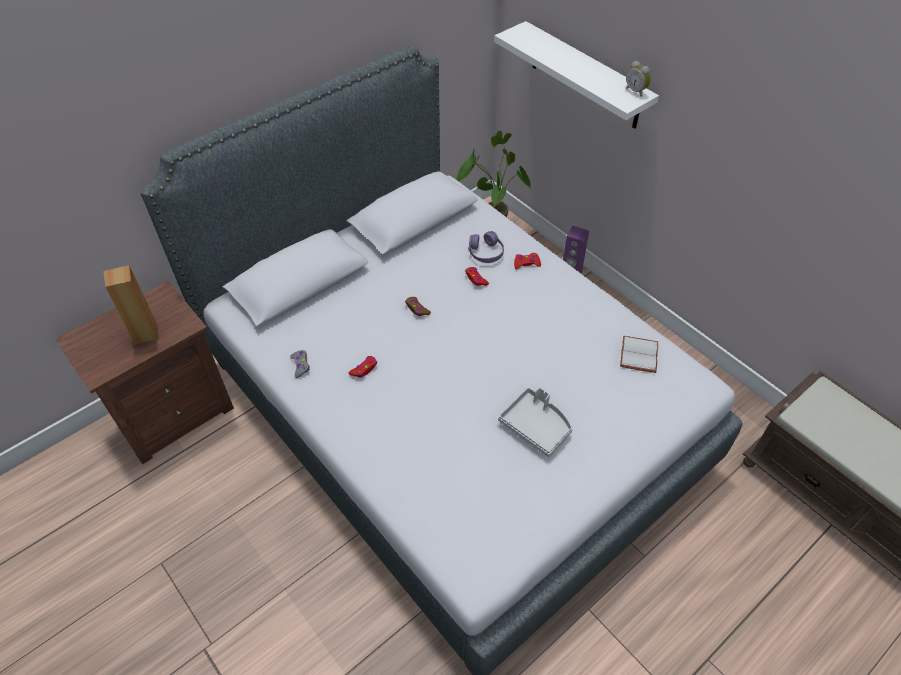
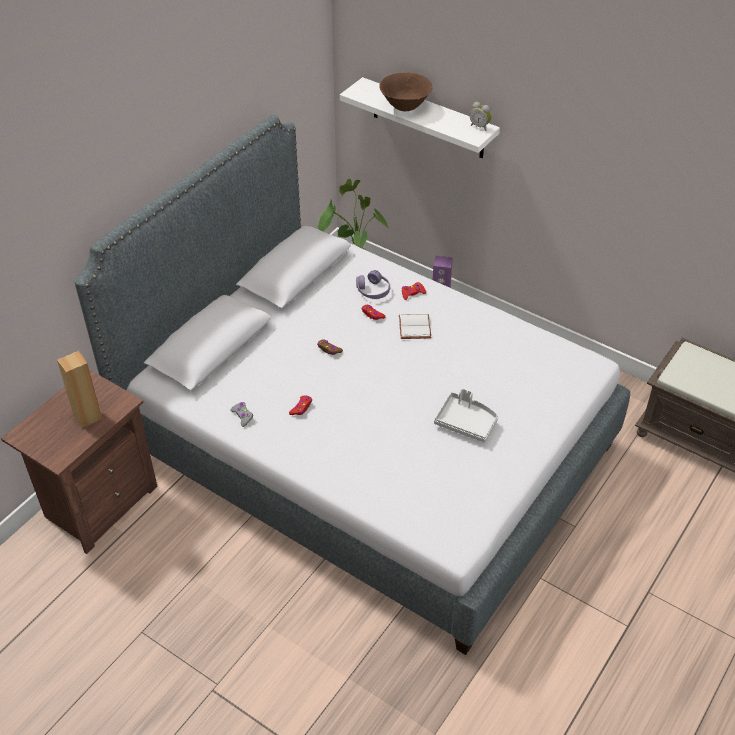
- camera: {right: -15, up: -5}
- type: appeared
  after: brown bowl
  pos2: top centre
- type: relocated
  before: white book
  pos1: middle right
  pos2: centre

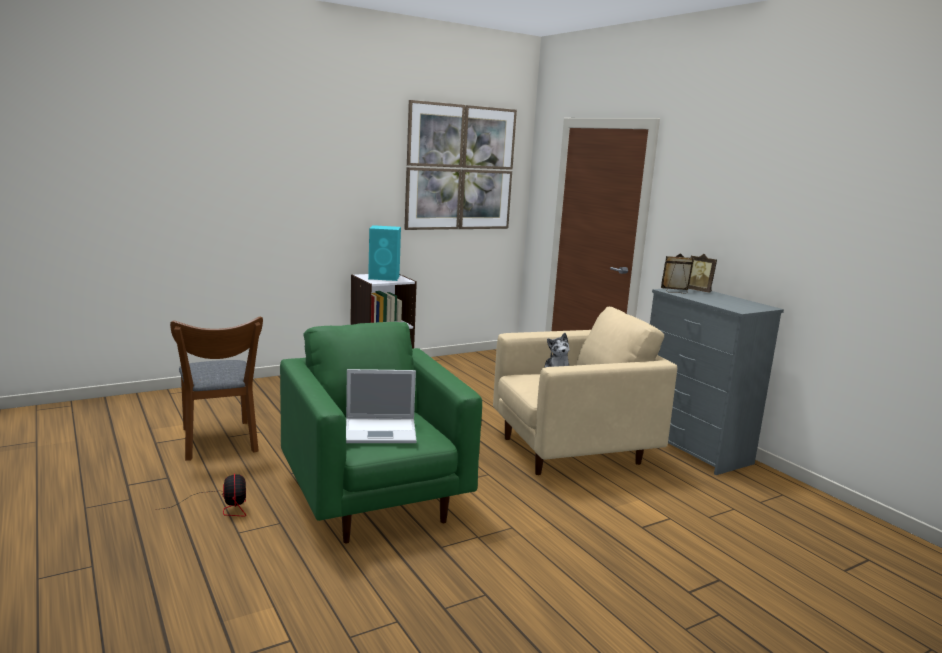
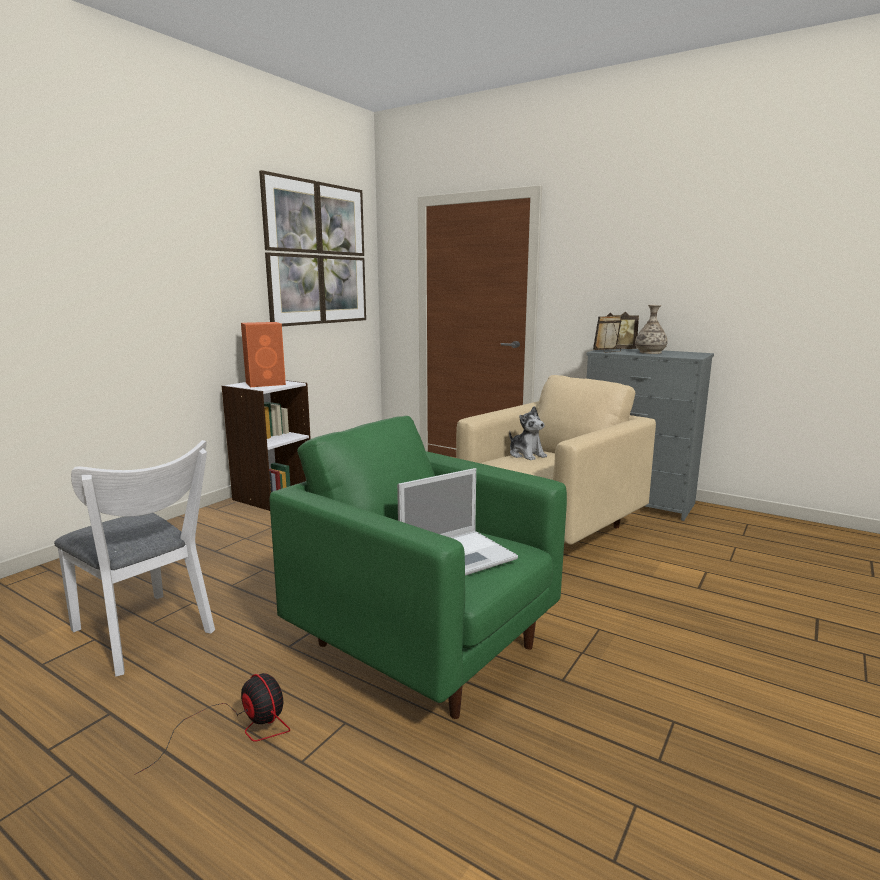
- camera: {right: -25, up: 0}
- type: appeared
  after: vase
  pos2: middle right
- type: colour
  before: brown chair
  after: white chair
  pos1: middle left
  pos2: middle left
- type: colour
  before: turquoise speaker
  after: orange speaker
  pos1: centre
  pos2: middle left

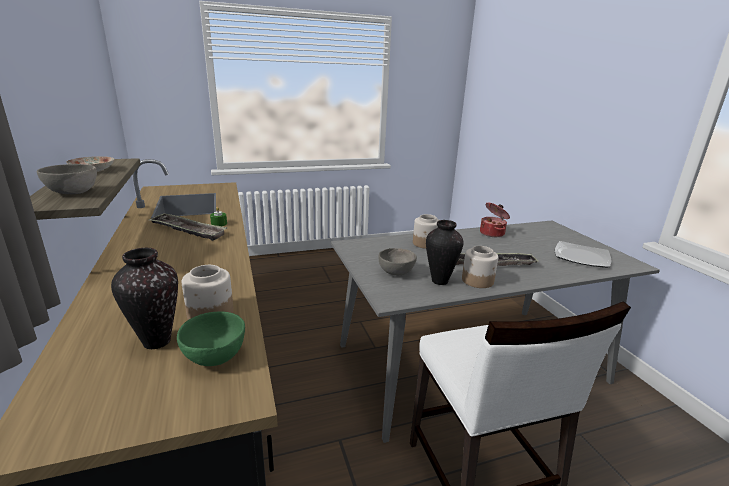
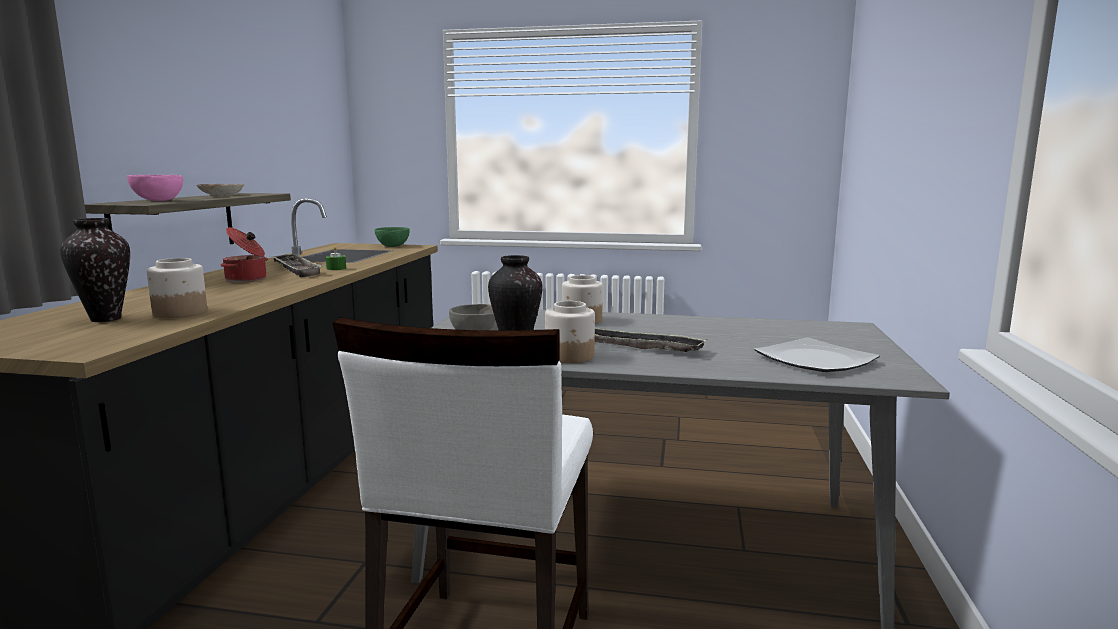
- camera: {right: 30, up: -10}
- type: relocated
  before: green bowl
  pos1: bottom left
  pos2: centre
- type: relocated
  before: cooking pot
  pos1: middle right
  pos2: middle left
- type: colour
  before: grey bowl (no. 1 from left)
  after: pink bowl
  pos1: middle left
  pos2: top left

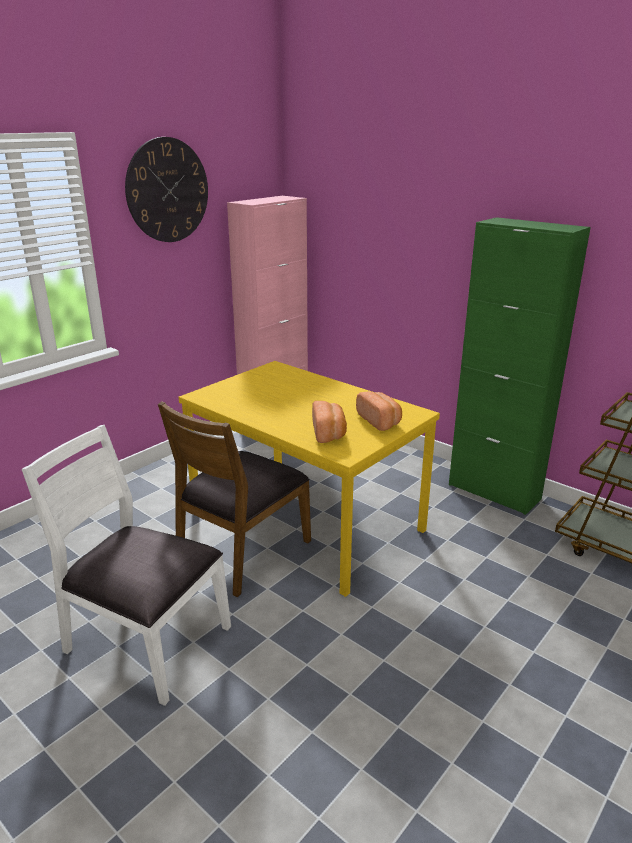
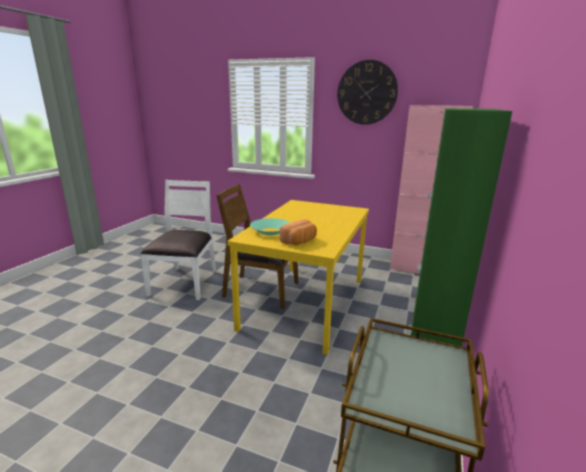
- camera: {right: 70, up: -5}
- type: exchanged
  before: bread (no. 1 from left)
  after: turquoise bowl
  pos1: centre
  pos2: centre

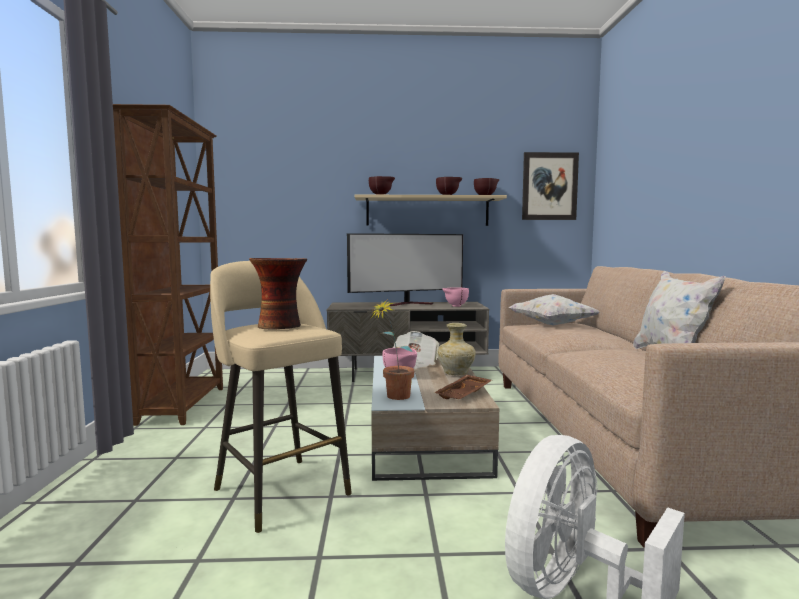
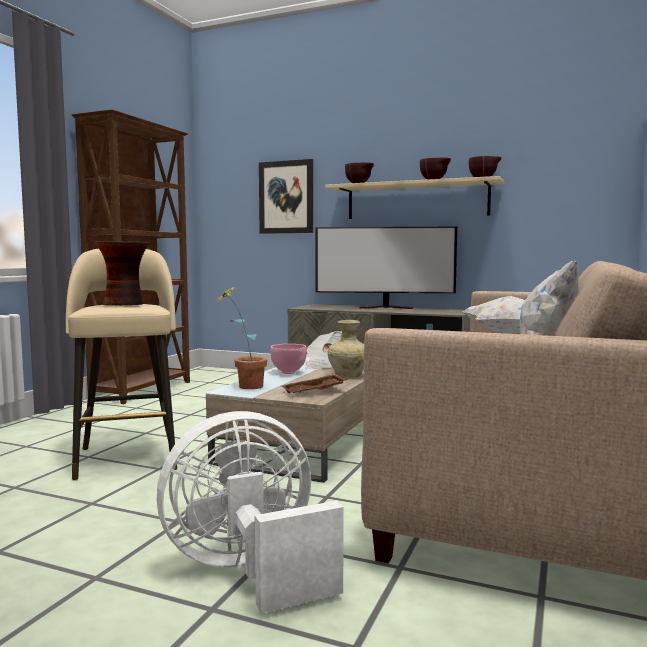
- camera: {right: 25, up: 0}
- type: missing
  before: pink bowl (no. 2 from left)
  pos1: centre
- type: relocated
  before: picture
  pos1: top right
  pos2: top centre

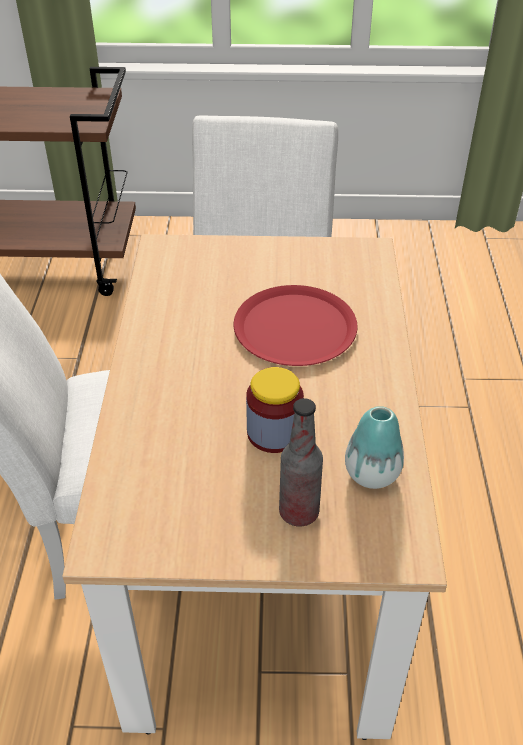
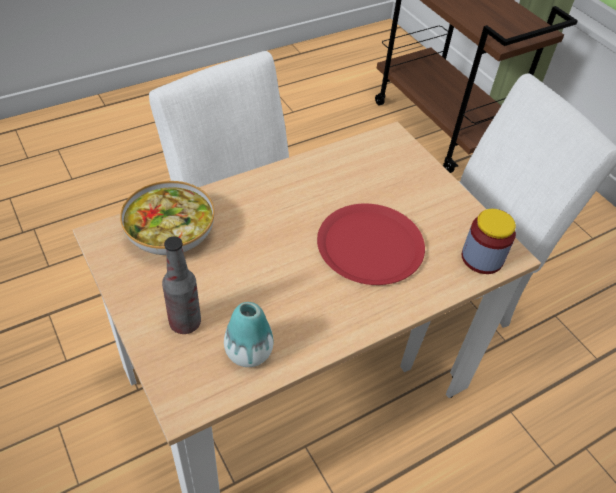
- camera: {right: 55, up: 5}
- type: appeared
  after: bowl
  pos2: middle left
- type: relocated
  before: jar
  pos1: centre
  pos2: middle right

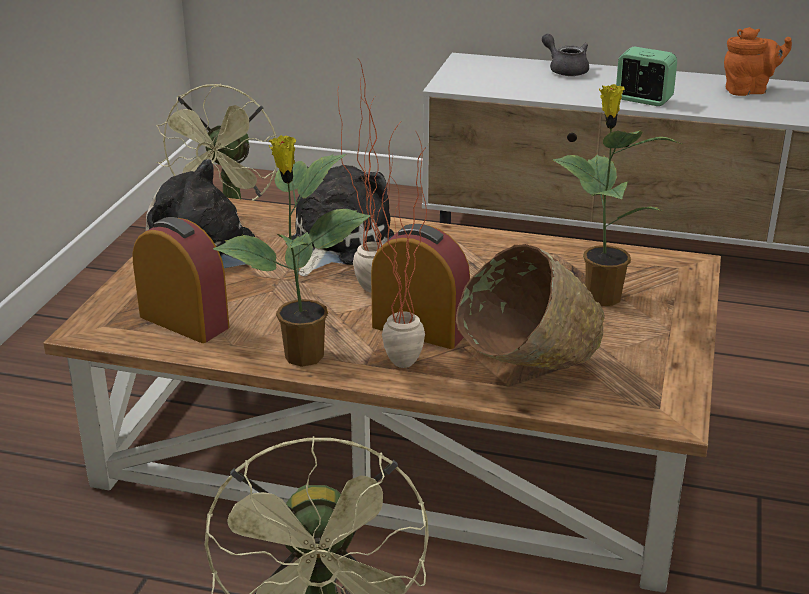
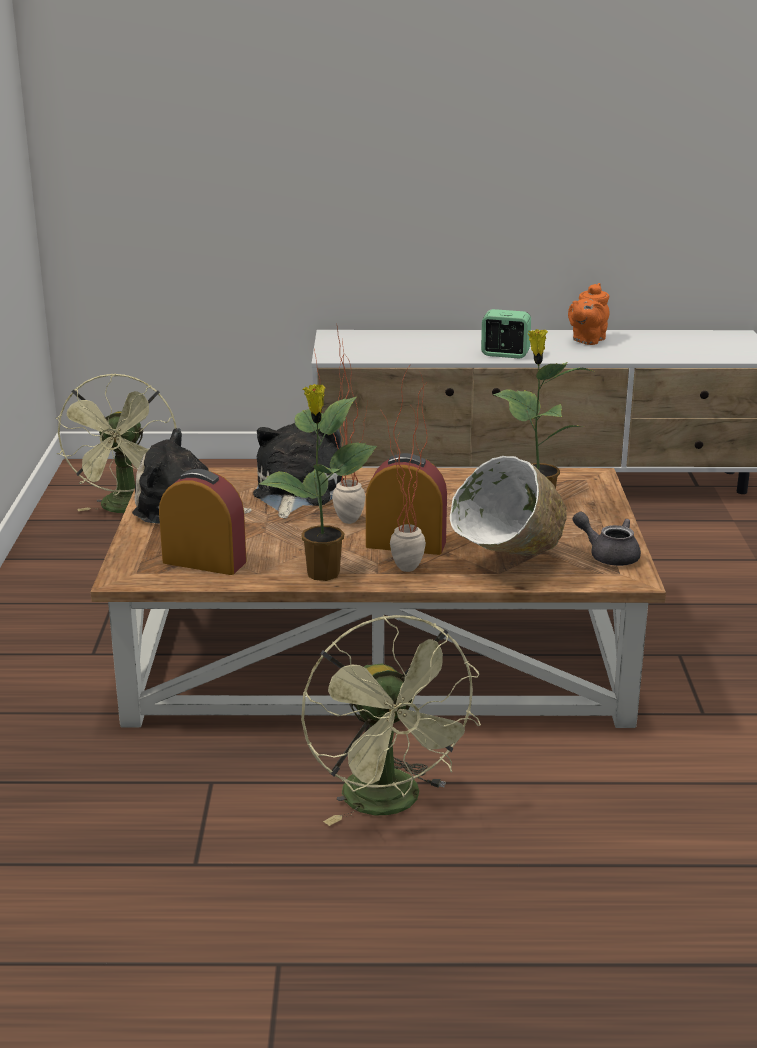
- camera: {right: -15, up: -5}
- type: relocated
  before: grey teapot
  pos1: top right
  pos2: middle right
- type: colour
  before: brown bowl
  after: white bowl
  pos1: centre
  pos2: middle right
- type: spun
  before: orange teapot
  pos1: top right
  pos2: top right
  turn: 150

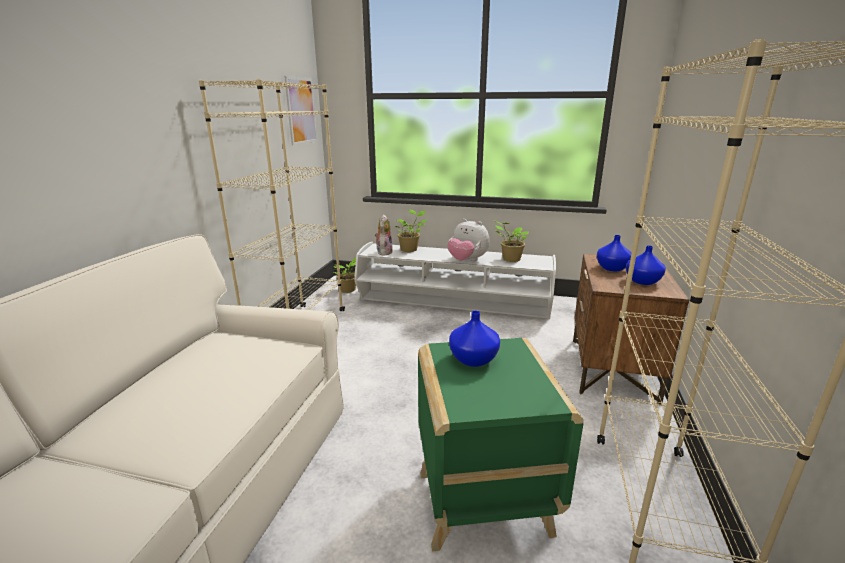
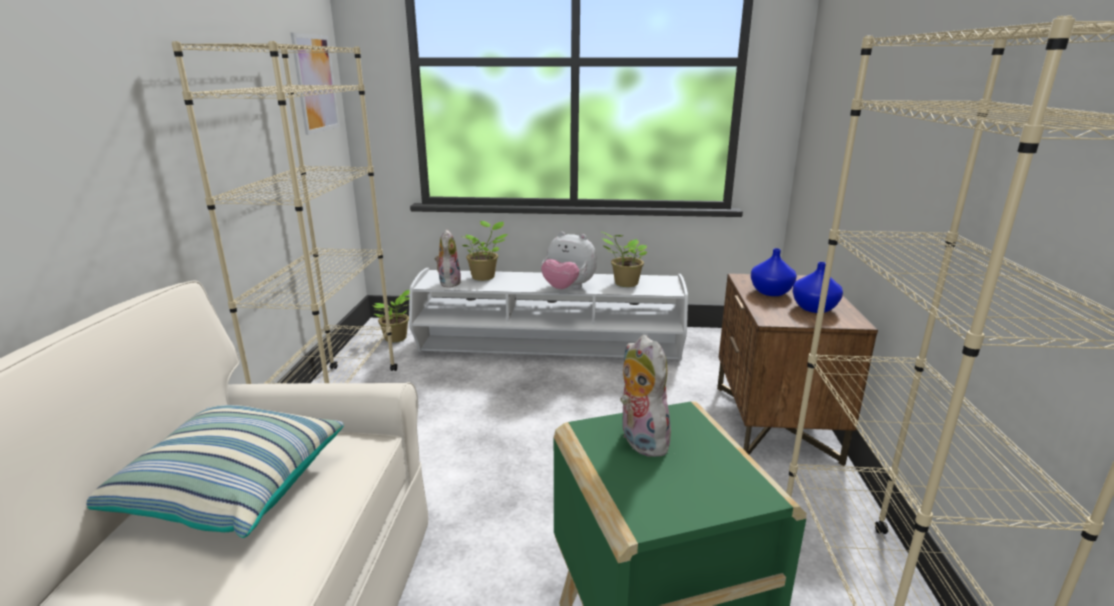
- camera: {right: -10, up: 0}
- type: appeared
  after: pillow
  pos2: bottom left
- type: exchanged
  before: blue vase (no. 1 from left)
  after: plush toy (no. 3 from left)
  pos1: centre
  pos2: centre

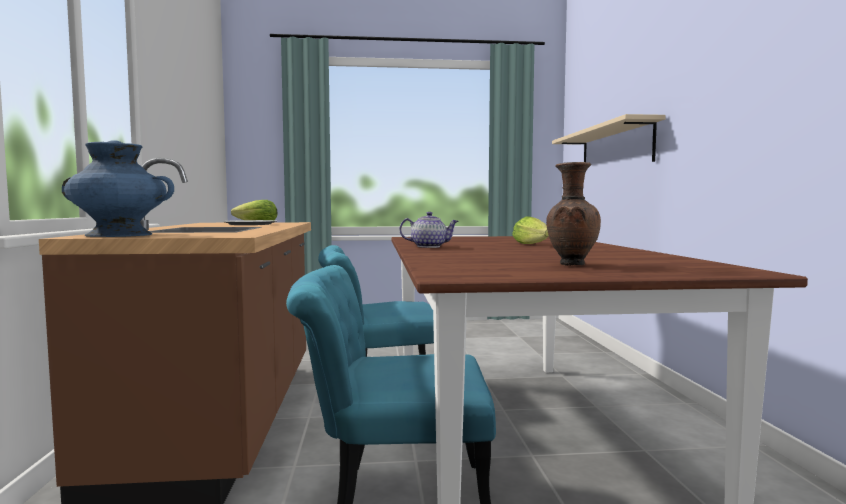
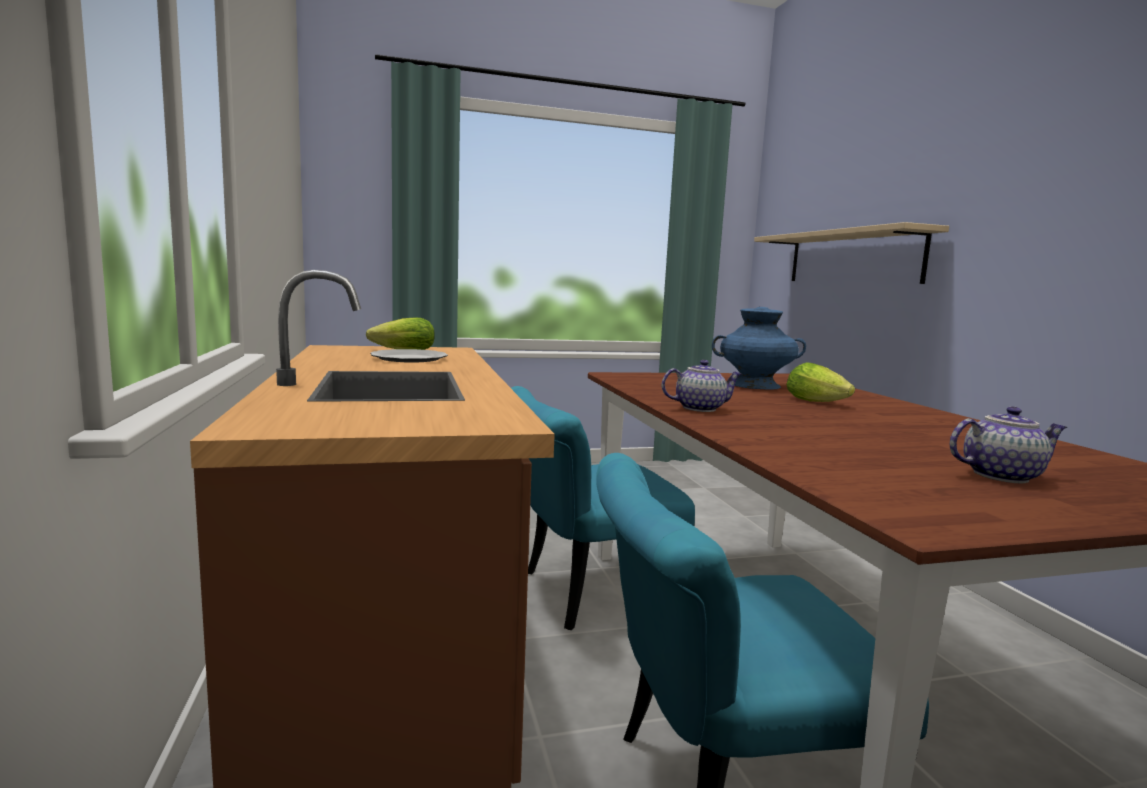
- camera: {right: -10, up: 5}
- type: relocated
  before: blue vase
  pos1: middle left
  pos2: centre
- type: exchanged
  before: brown vase
  after: teapot (no. 2 from left)
  pos1: middle right
  pos2: middle right

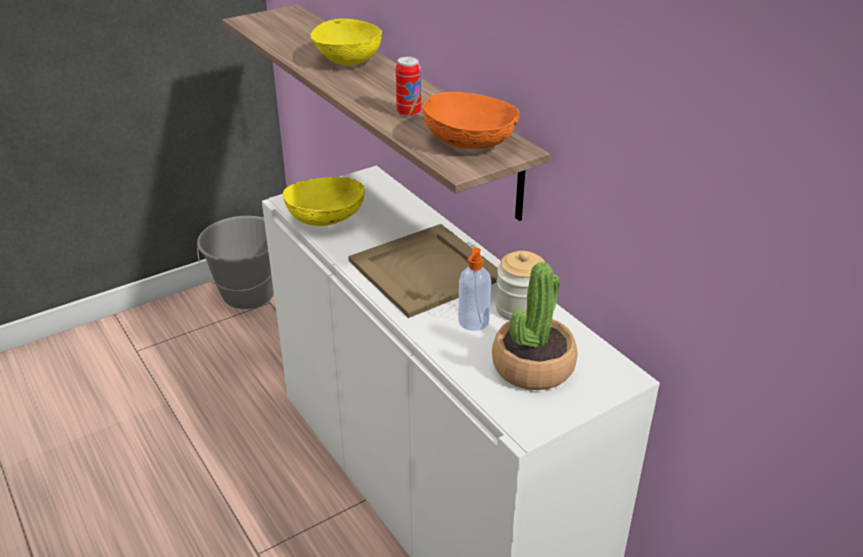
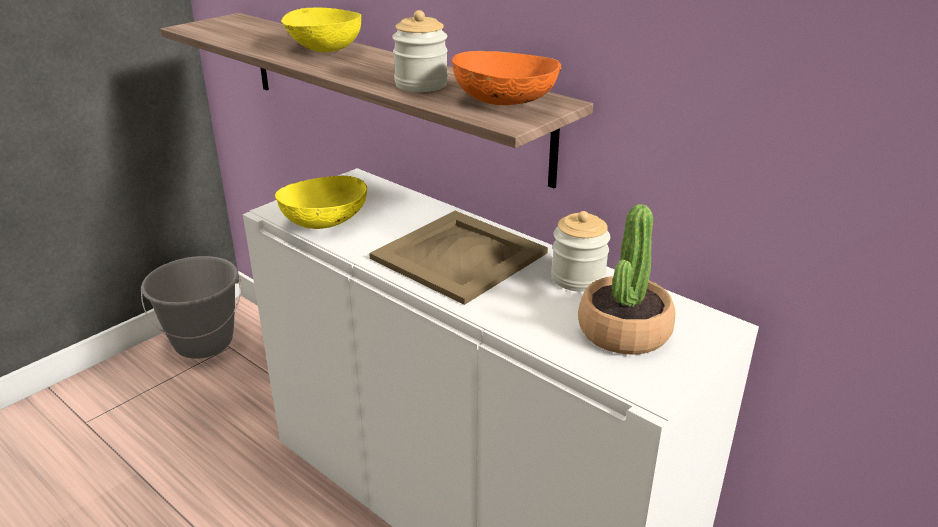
- camera: {right: -15, up: -5}
- type: missing
  before: soap dispenser
  pos1: centre
- type: exchanged
  before: can
  after: jar (no. 1 from left)
  pos1: top centre
  pos2: top centre

